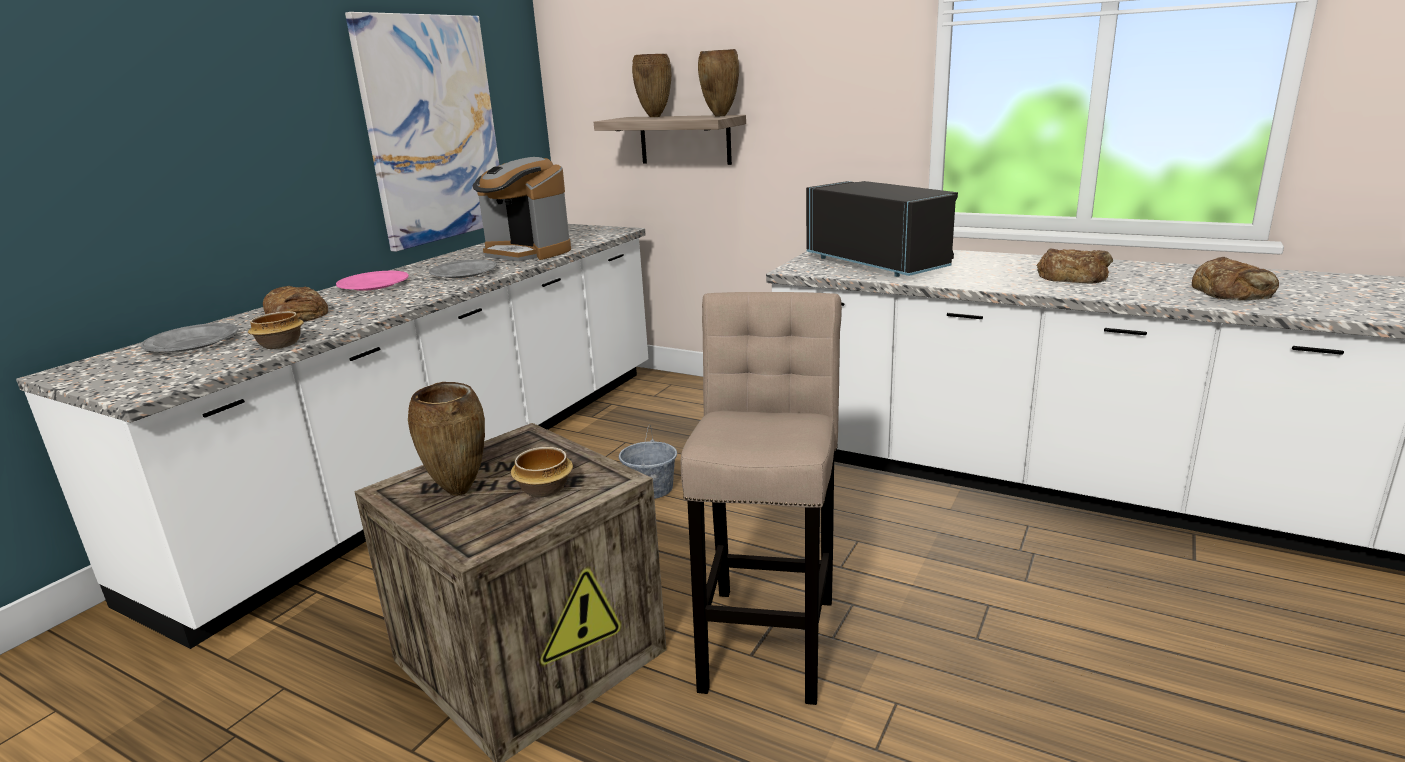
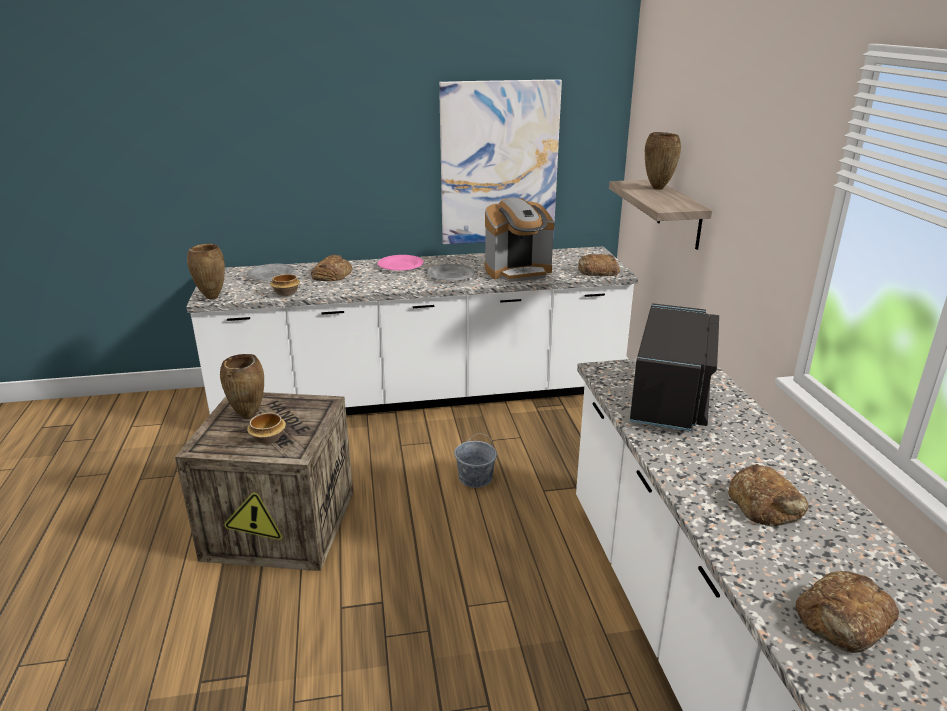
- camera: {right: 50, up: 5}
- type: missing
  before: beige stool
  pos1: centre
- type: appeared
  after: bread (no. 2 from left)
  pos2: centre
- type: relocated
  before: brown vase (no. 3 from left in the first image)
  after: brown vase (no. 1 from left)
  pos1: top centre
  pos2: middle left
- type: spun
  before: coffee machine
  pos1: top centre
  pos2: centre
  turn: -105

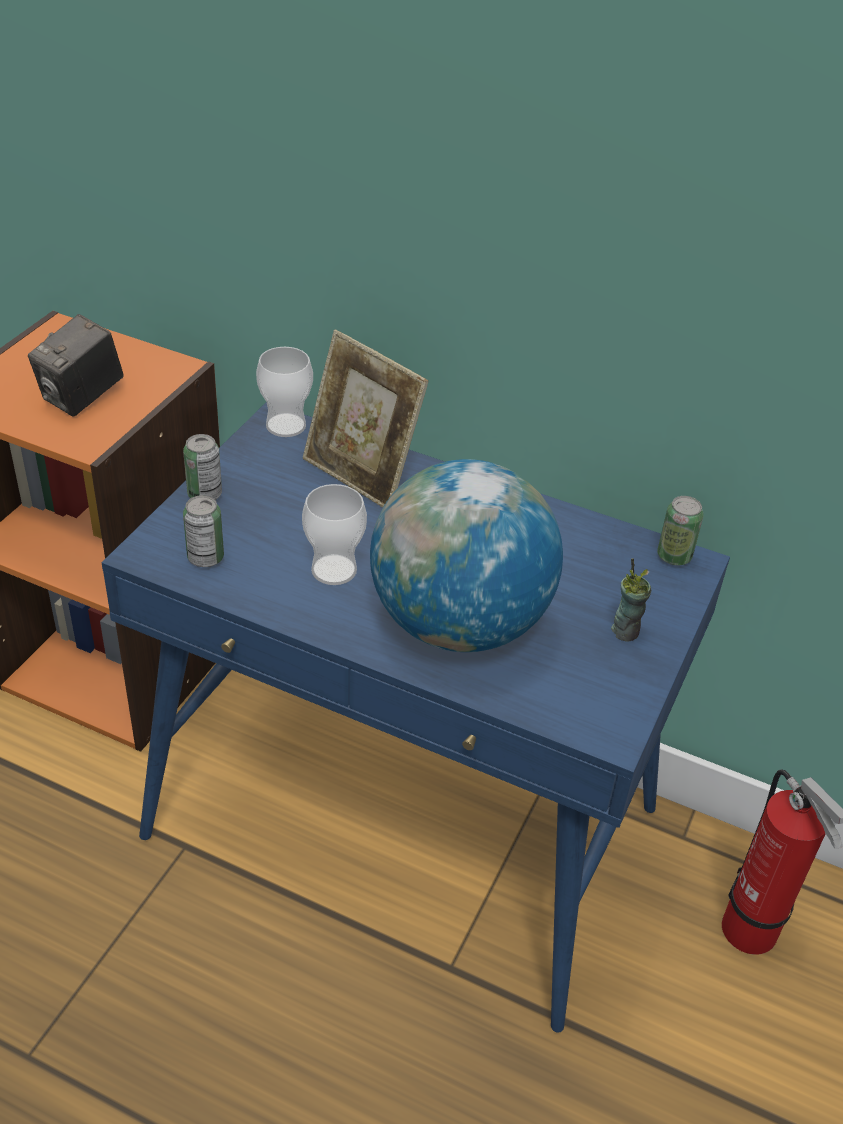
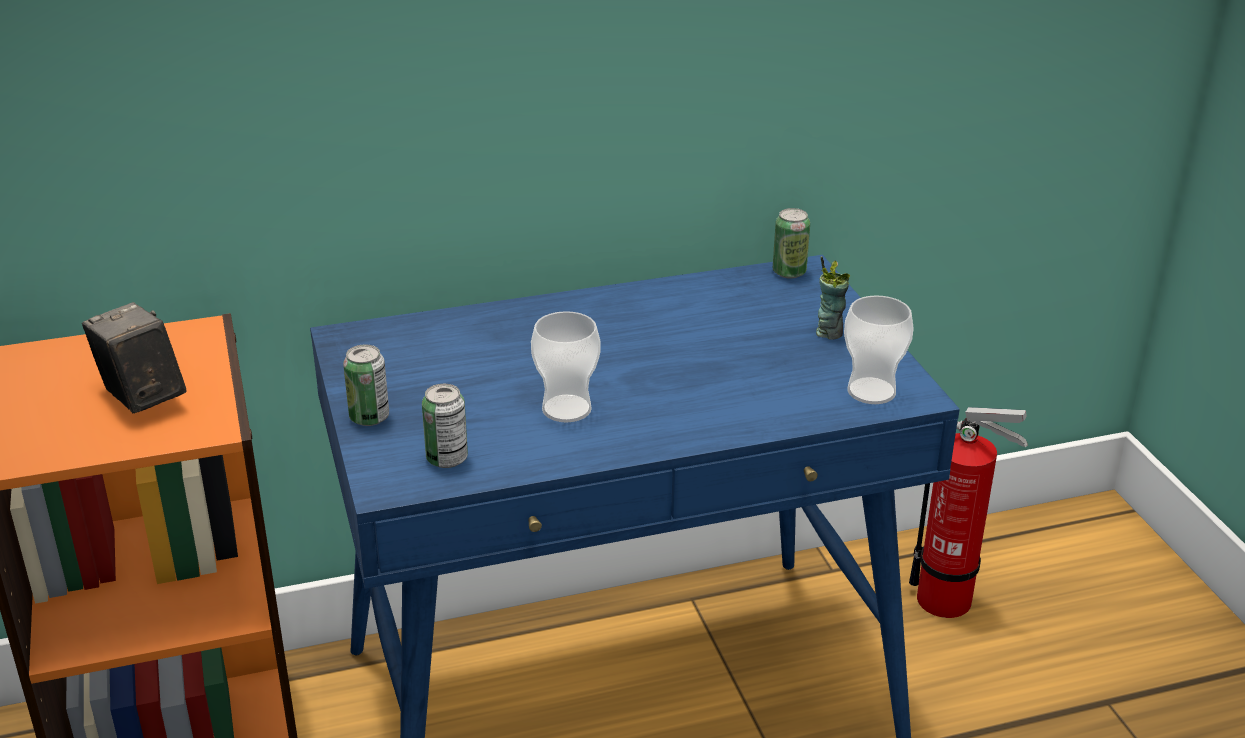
- camera: {right: -40, up: -10}
- type: missing
  before: picture frame
  pos1: centre
- type: missing
  before: globe
  pos1: centre
- type: relocated
  before: cup (no. 1 from left in the first image)
  after: cup (no. 3 from left)
  pos1: centre
  pos2: middle right
- type: spun
  before: photo camera
  pos1: top left
  pos2: middle left
  turn: 150

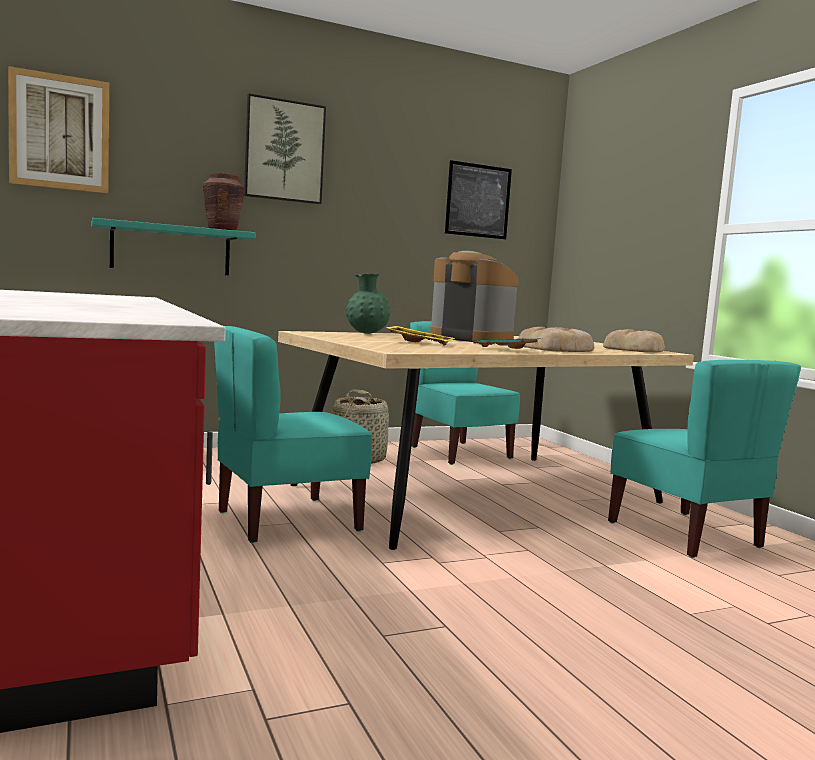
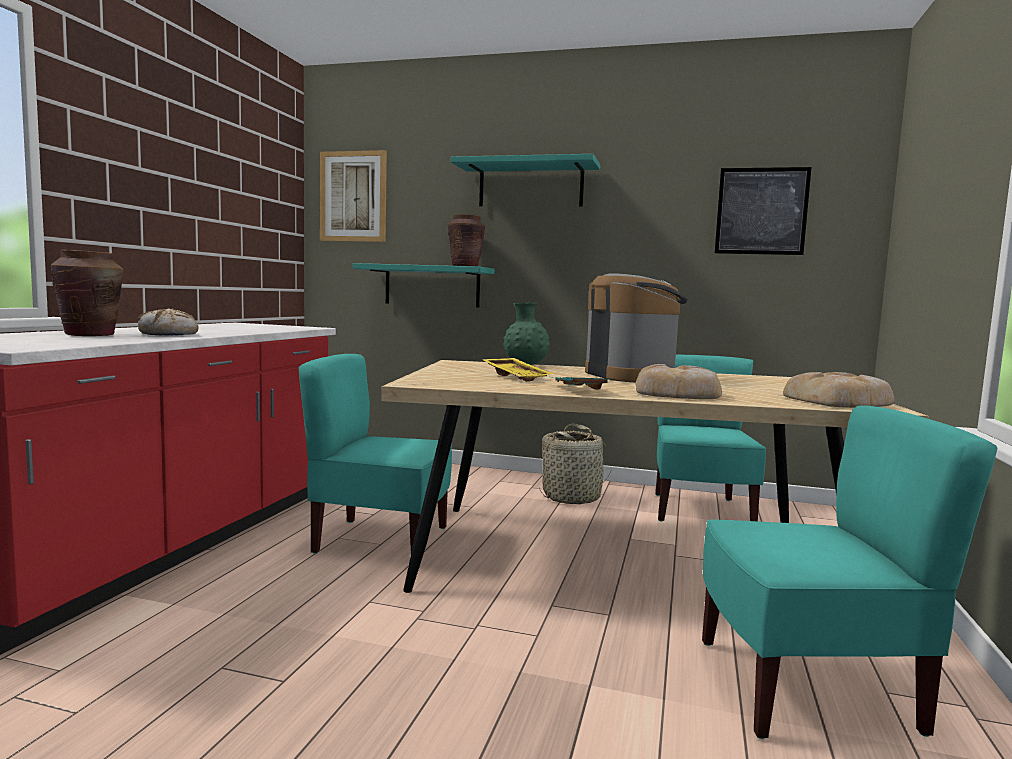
- camera: {right: 40, up: 0}
- type: appeared
  after: brown vase (no. 1 from left)
  pos2: middle left
- type: appeared
  after: bread (no. 1 from left)
  pos2: middle left
- type: exchanged
  before: picture (no. 2 from left)
  after: turquoise shelf (no. 2 from left)
  pos1: top centre
  pos2: top centre
- type: spun
  before: turquoise chair (no. 3 from left)
  pos1: middle right
  pos2: bottom right
  turn: -105

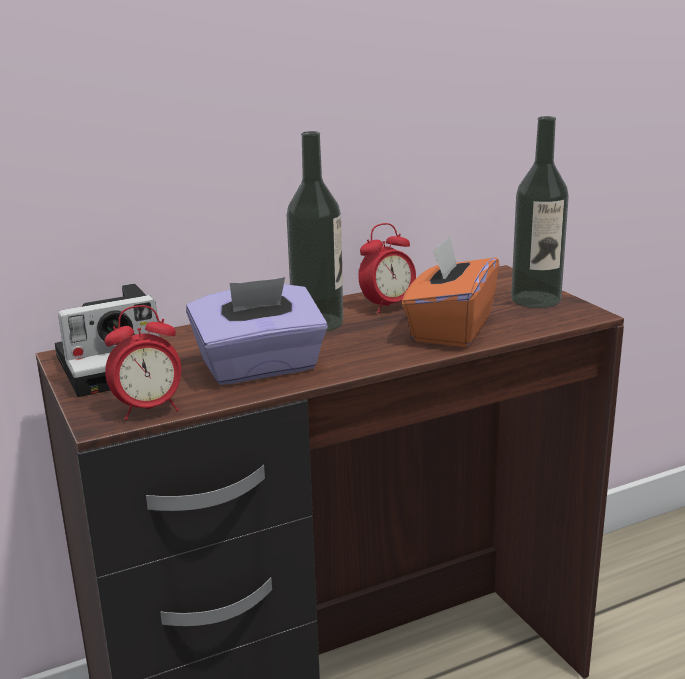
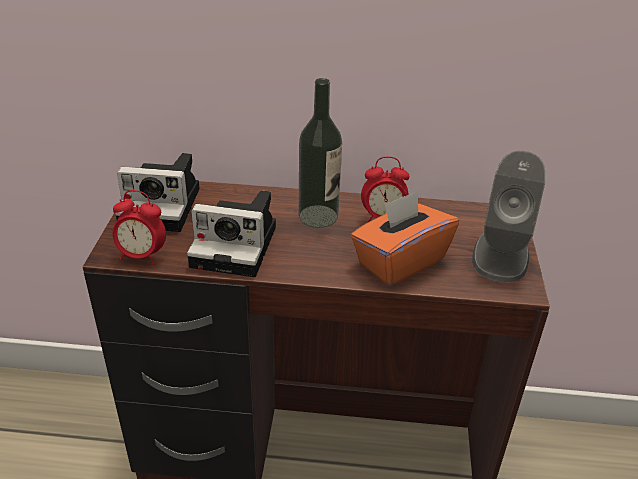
- camera: {right: 30, up: 15}
- type: exchanged
  before: purple tissue box
  after: photo camera (no. 2 from left)
  pos1: centre
  pos2: centre
- type: exchanged
  before: bottle (no. 2 from left)
  after: grey speaker
  pos1: top right
  pos2: middle right

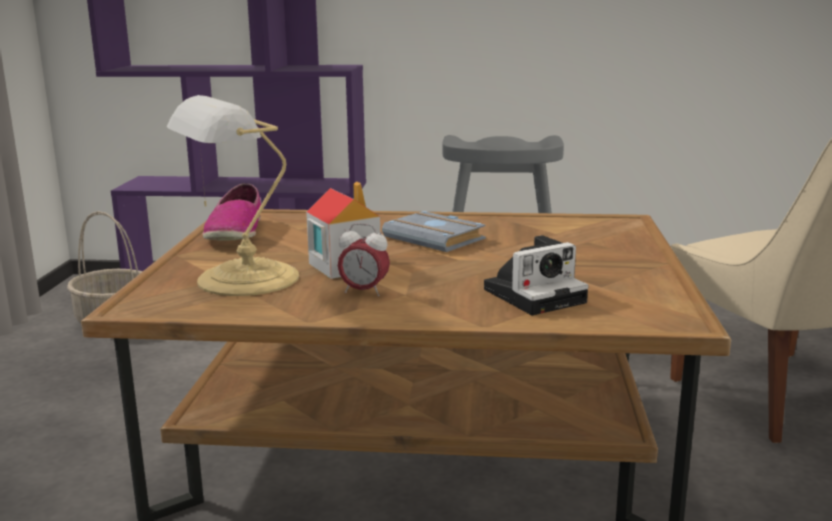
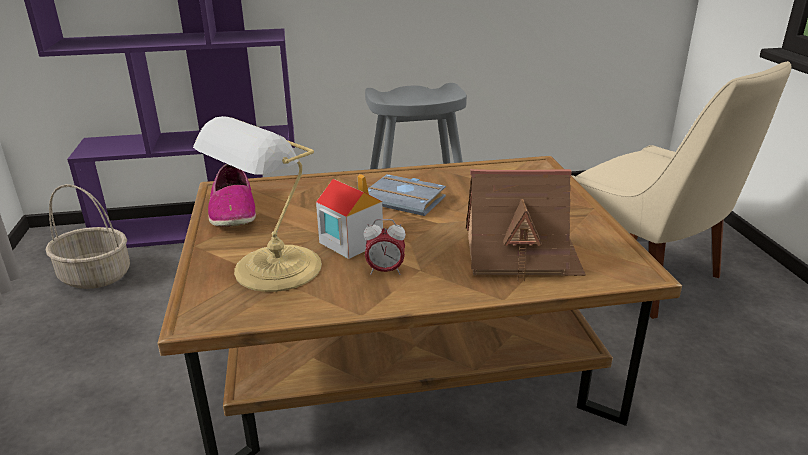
- camera: {right: -15, up: 10}
- type: exchanged
  before: photo camera
  after: toy house (no. 2 from left)
  pos1: centre
  pos2: centre

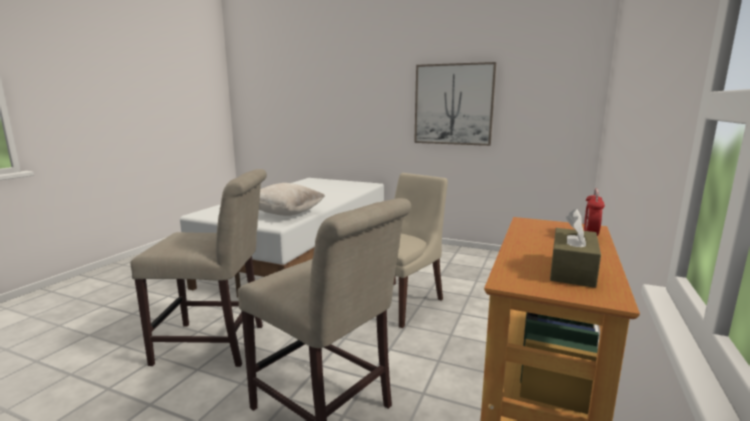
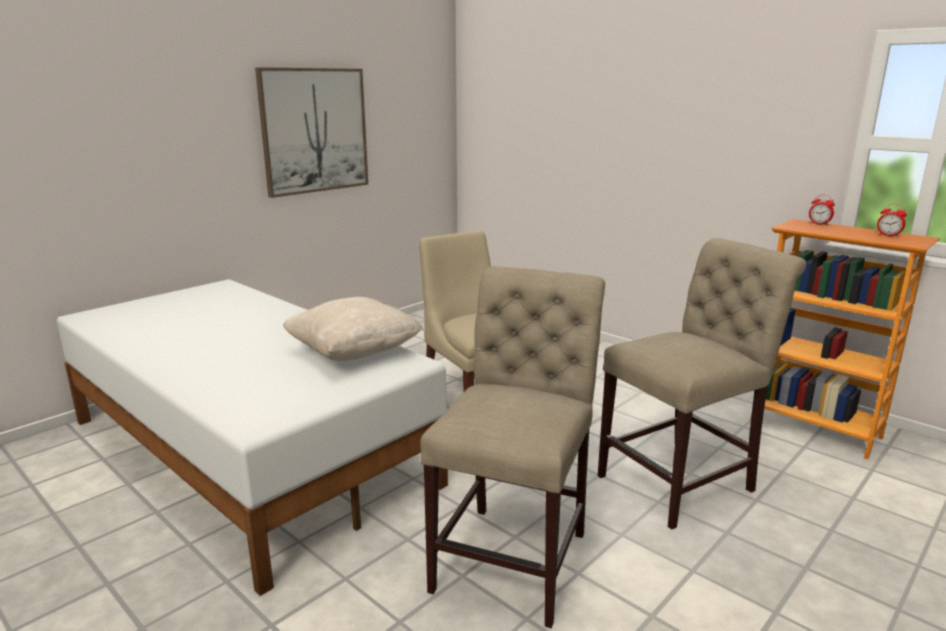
- camera: {right: -70, up: 5}
- type: exchanged
  before: brown tissue box
  after: alarm clock (no. 2 from left)
  pos1: middle right
  pos2: middle right

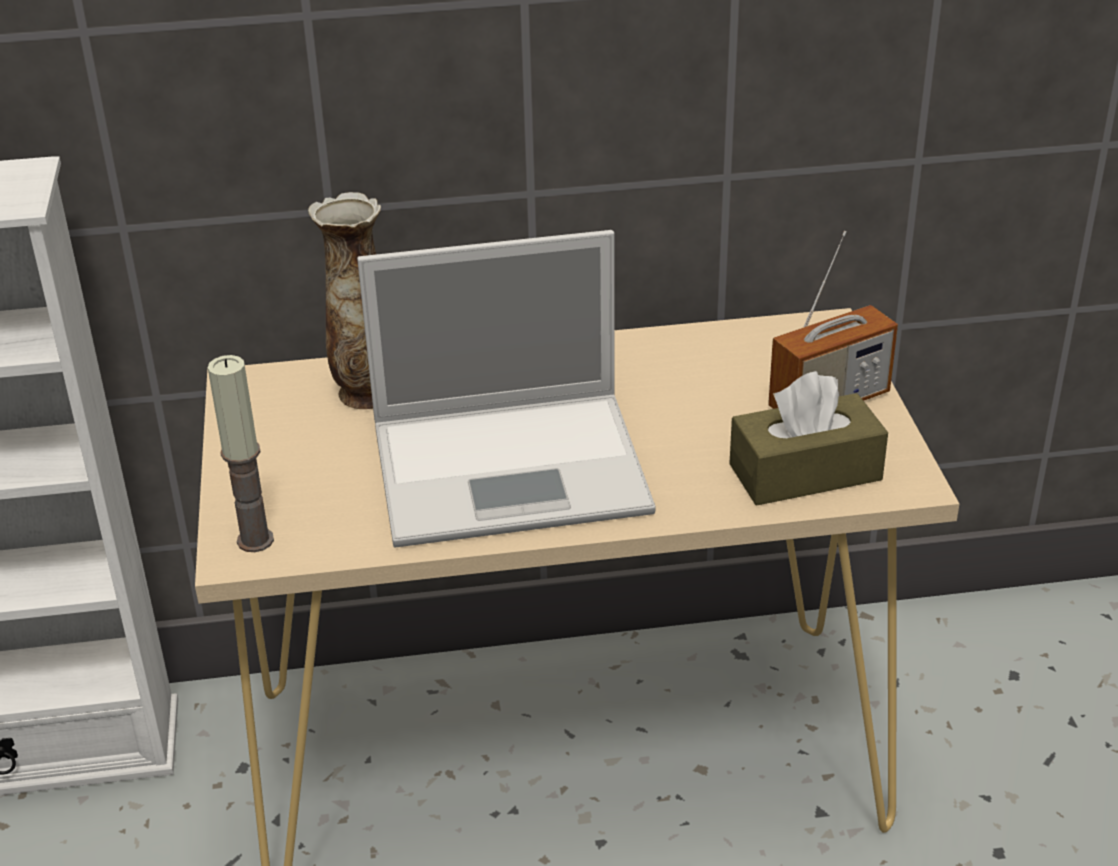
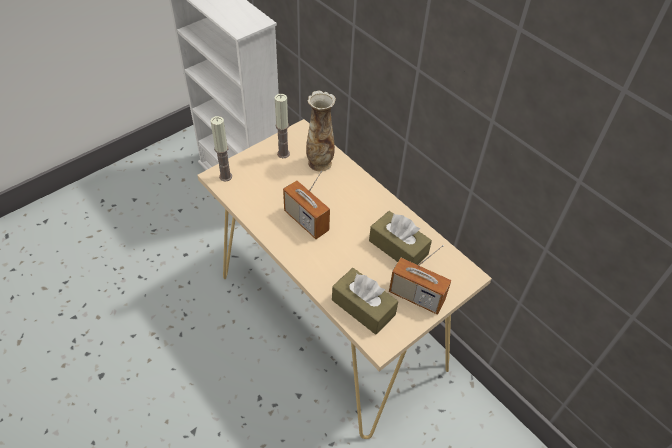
- camera: {right: 55, up: 15}
- type: appeared
  after: candle (no. 2 from left)
  pos2: top centre
- type: appeared
  after: brown tissue box (no. 2 from left)
  pos2: centre
- type: exchanged
  before: laptop
  after: radio (no. 1 from left)
  pos1: centre
  pos2: centre

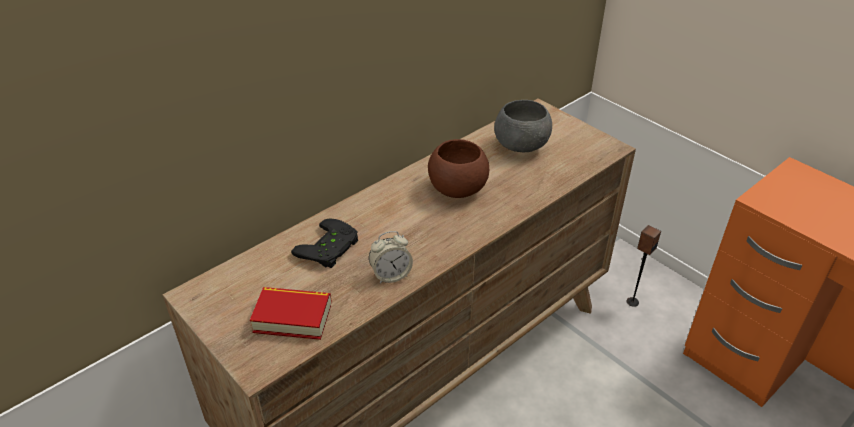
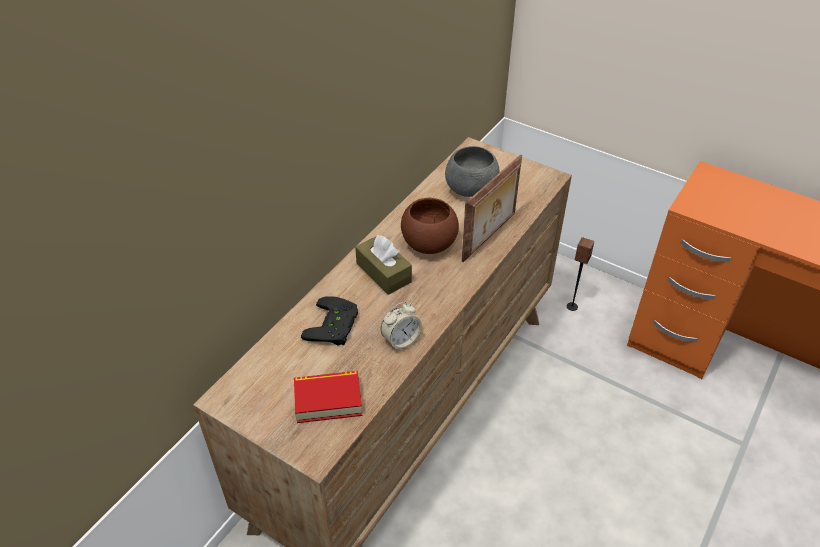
- camera: {right: -15, up: 5}
- type: appeared
  after: brown tissue box
  pos2: centre
- type: appeared
  after: picture frame
  pos2: centre

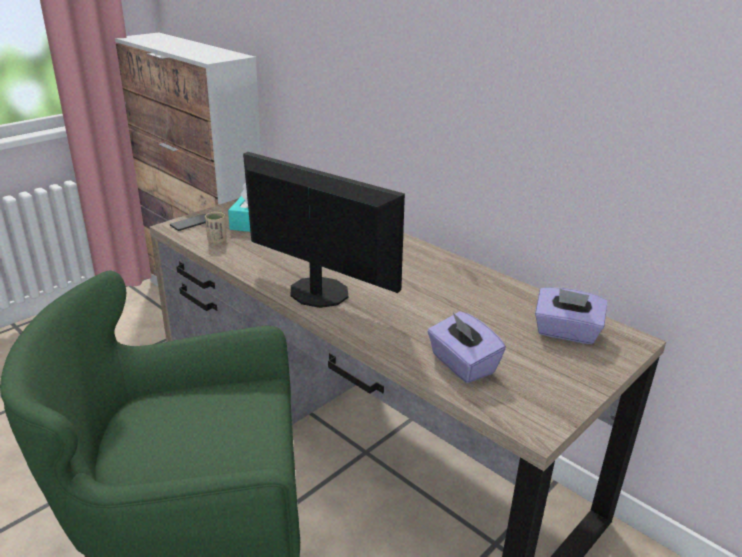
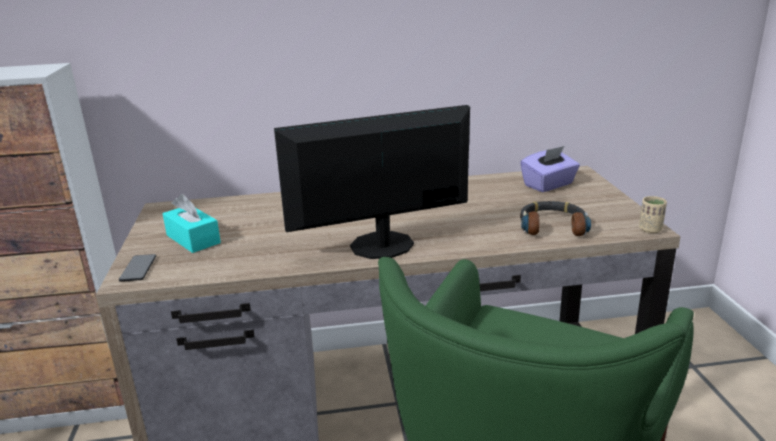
- camera: {right: -50, up: -5}
- type: relocated
  before: beige cup
  pos1: middle left
  pos2: middle right
- type: exchanged
  before: purple tissue box (no. 1 from left)
  after: headphones
  pos1: centre
  pos2: middle right

